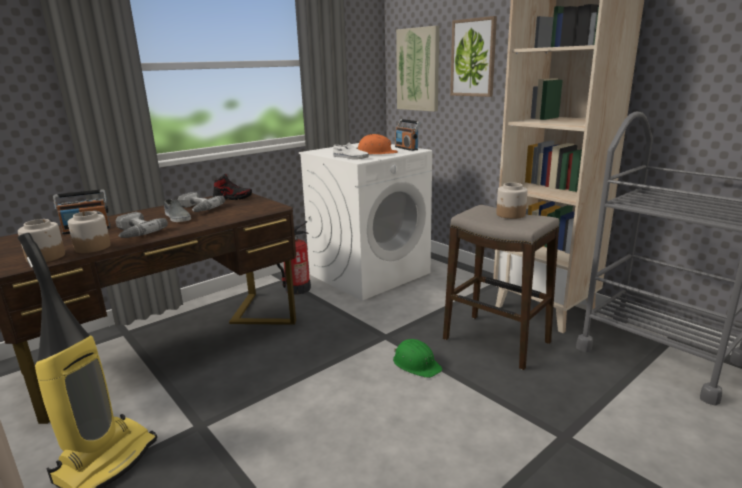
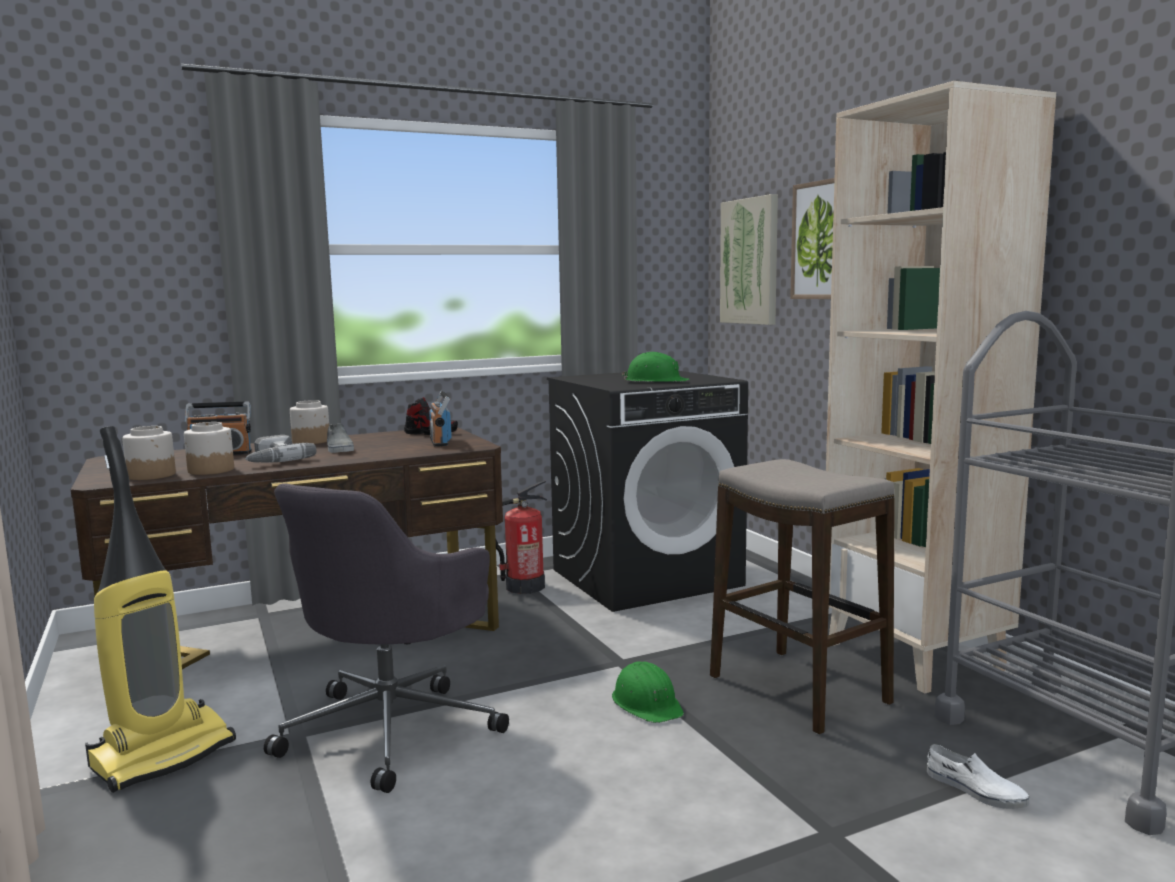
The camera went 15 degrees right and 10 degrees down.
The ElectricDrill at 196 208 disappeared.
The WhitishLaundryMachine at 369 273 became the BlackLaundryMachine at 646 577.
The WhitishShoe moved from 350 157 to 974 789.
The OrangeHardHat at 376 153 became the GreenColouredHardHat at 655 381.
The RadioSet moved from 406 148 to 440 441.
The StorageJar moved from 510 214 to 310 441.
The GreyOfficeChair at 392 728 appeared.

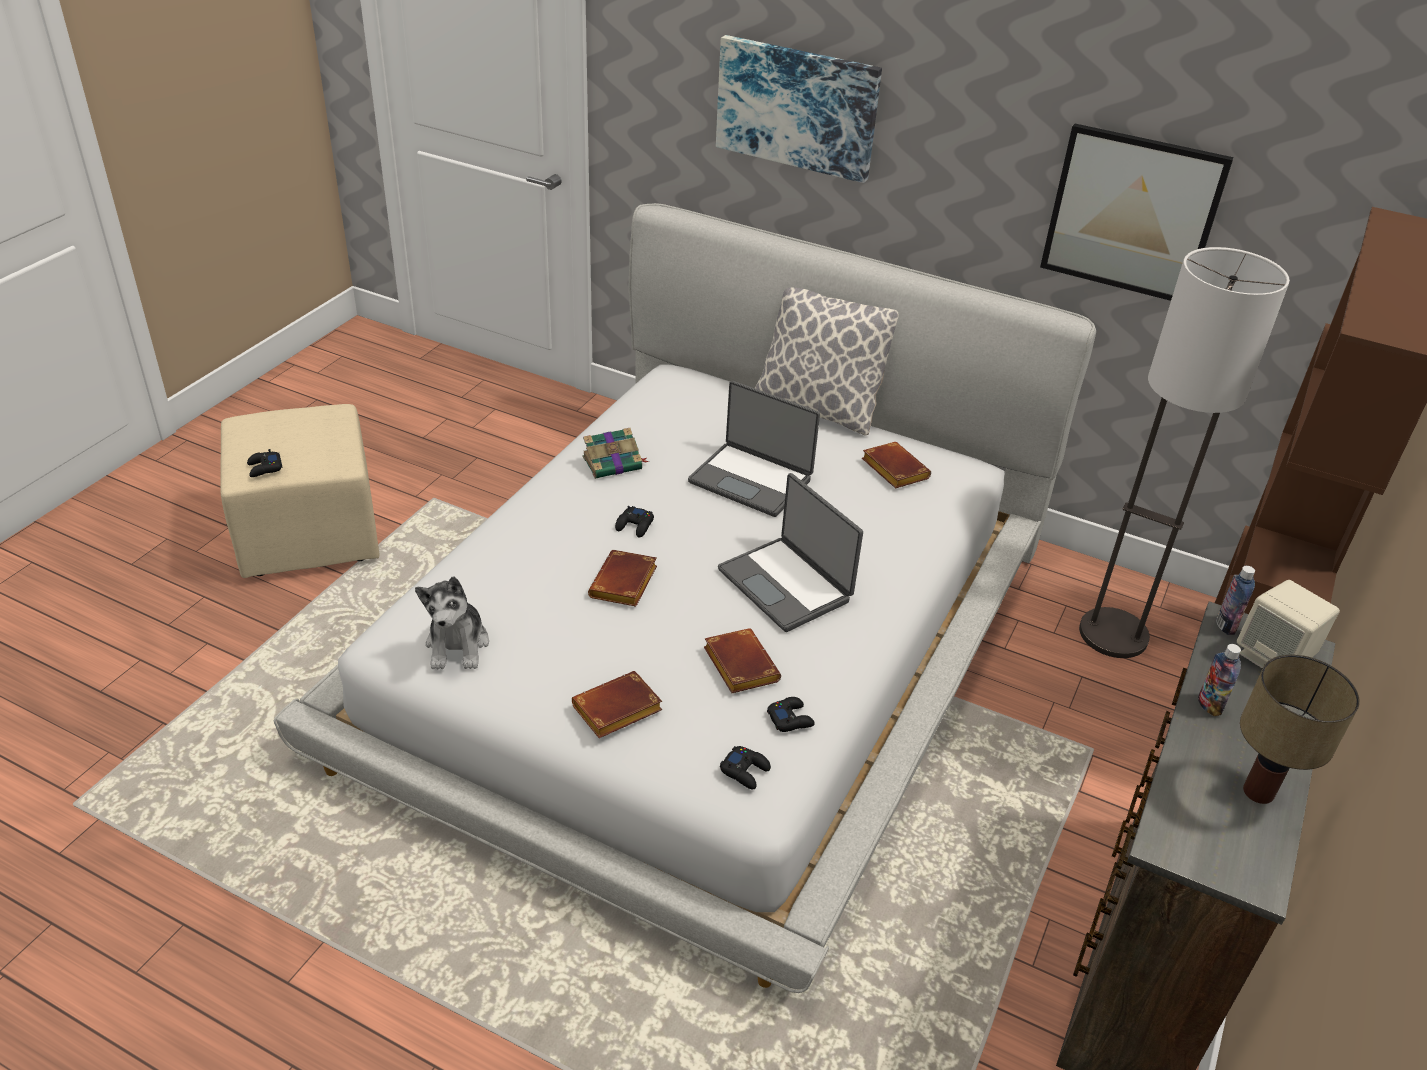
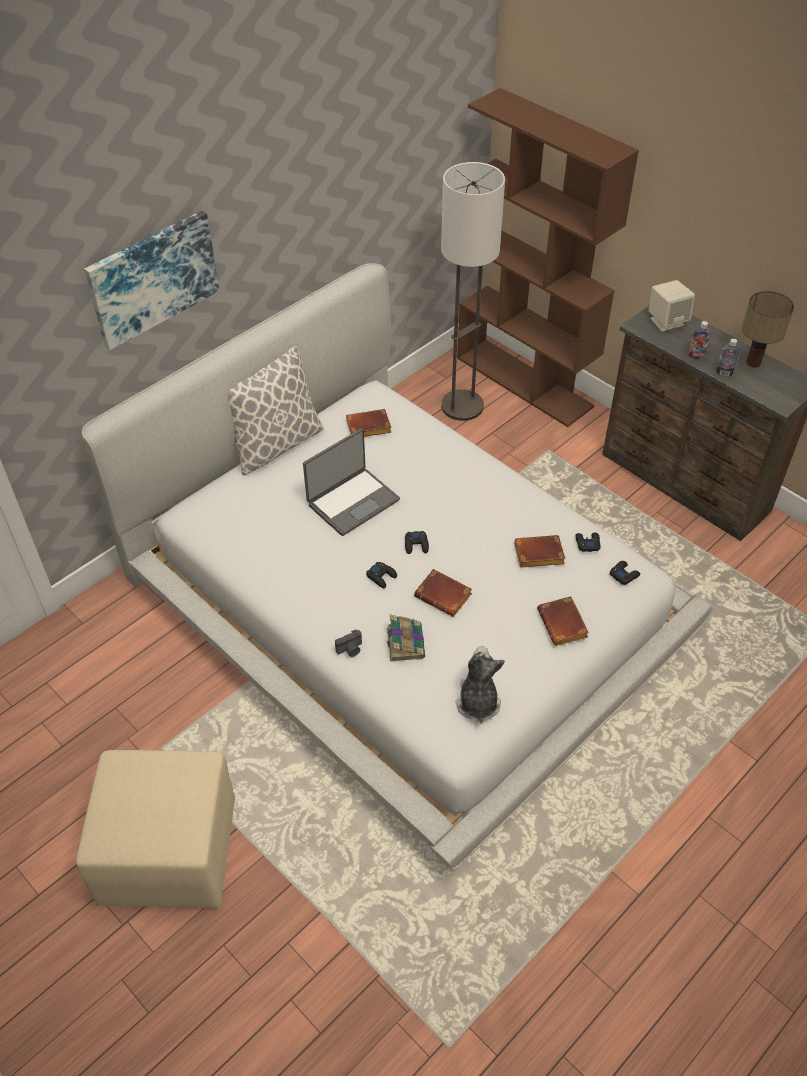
The camera went 70 degrees left and 10 degrees up.
The BlackGamepad moved from 264 468 to 416 545.
The CuddlyToy at 458 645 turned 105 degrees counterclockwise.
The BoundBook moved from 614 463 to 405 642.
The PortableComputer at 786 584 disappeared.
The Picture at 1132 213 disappeared.
The BeverageBottle moved from 1225 625 to 724 373.
The StillCamera at 350 650 appeared.

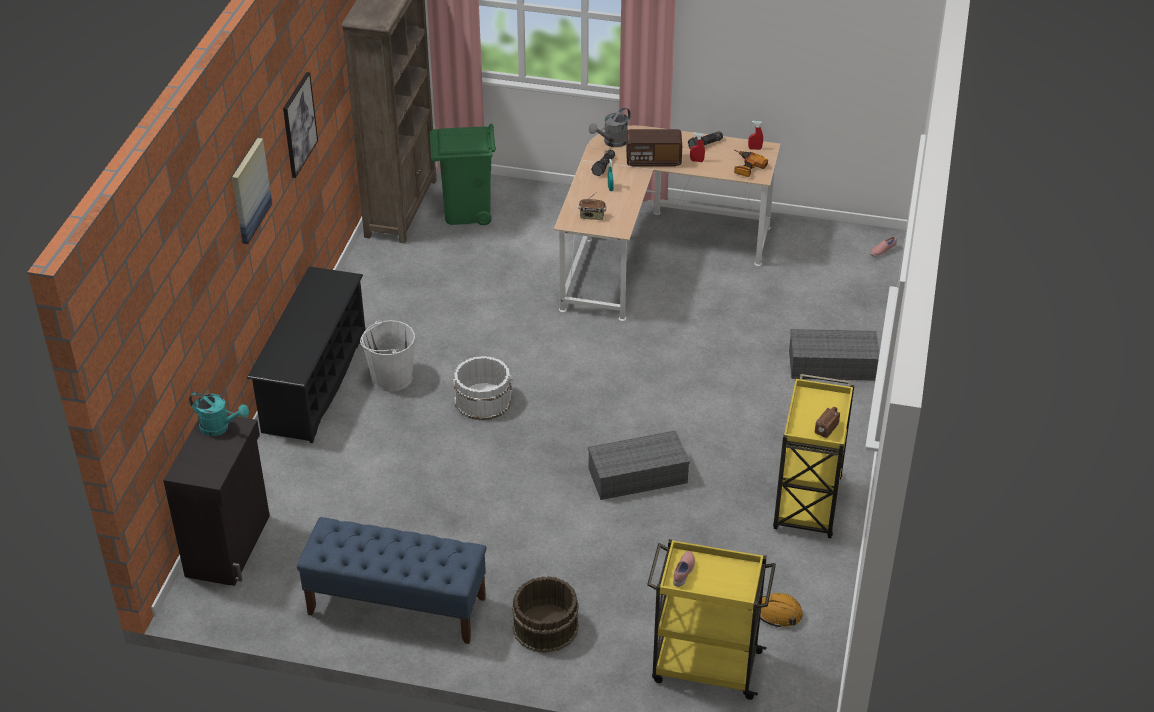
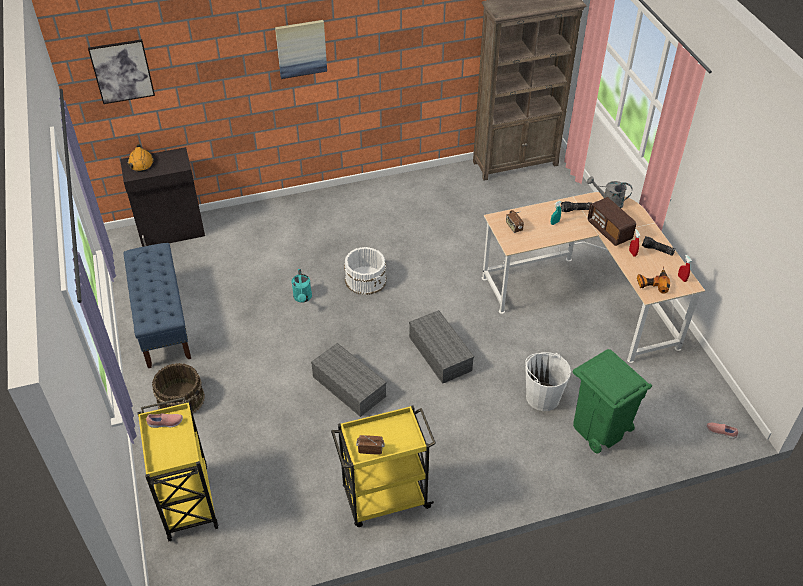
The camera went 60 degrees right and 5 degrees up.
The BlueGreenWateringPot moved from 220 427 to 303 298.
The BlackShoeStand at 314 383 disappeared.
The Picture moved from 299 124 to 122 71.
The WhitishBucket moved from 391 378 to 542 397.
The GreenColouredWasteBin moved from 466 211 to 599 429.
The OrangeHardHat moved from 777 614 to 141 162.
The GreyStorageBin moved from 831 366 to 439 353.

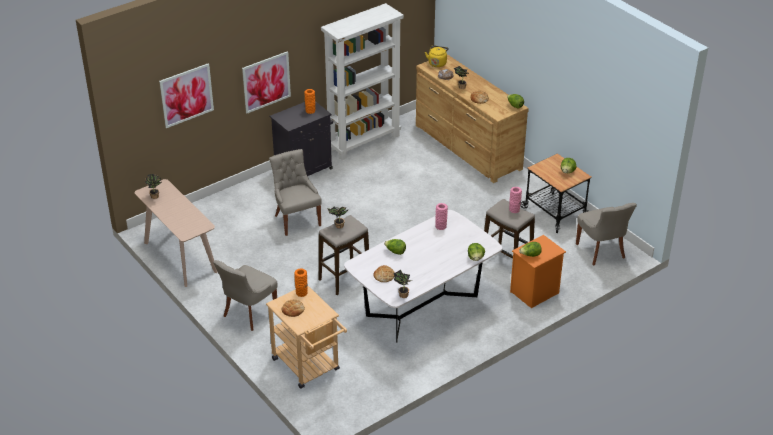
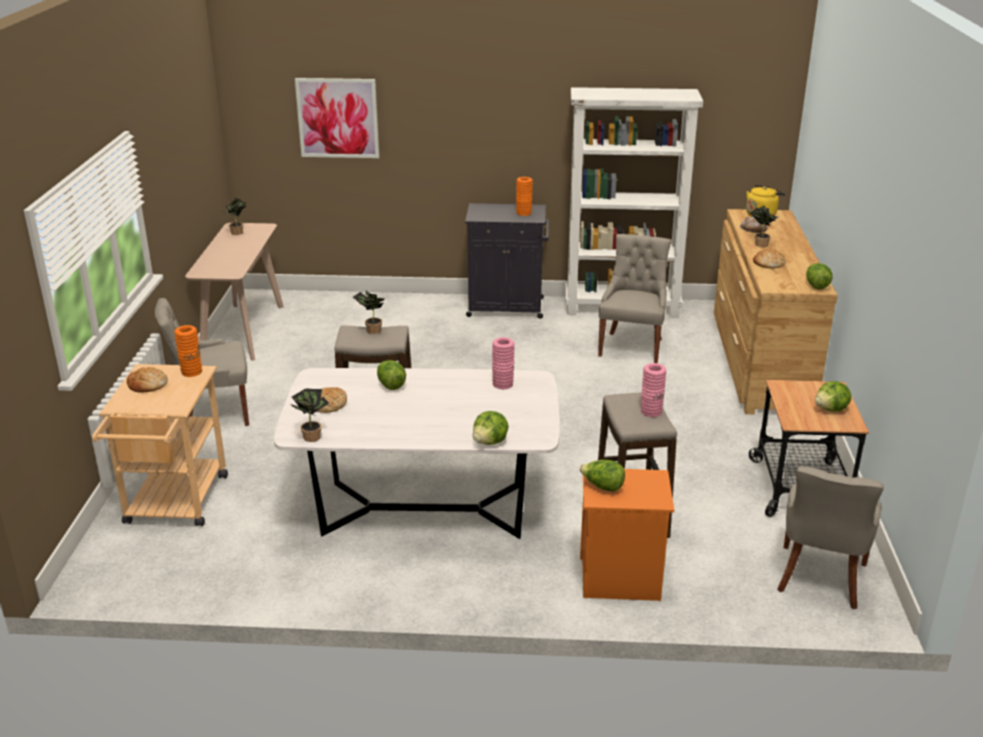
The camera went 40 degrees right and 10 degrees down.
The Picture at 266 82 disappeared.
The GreyUprightChair moved from 296 220 to 632 347.

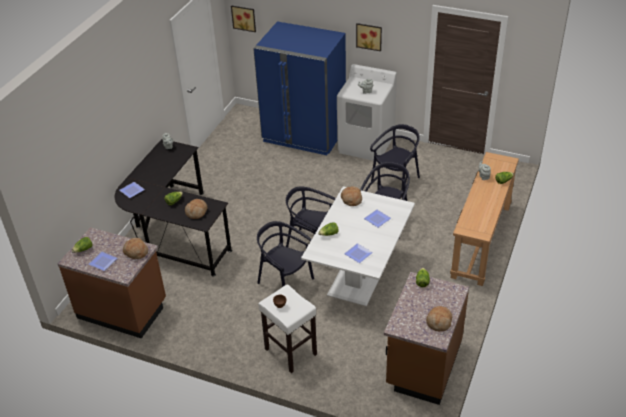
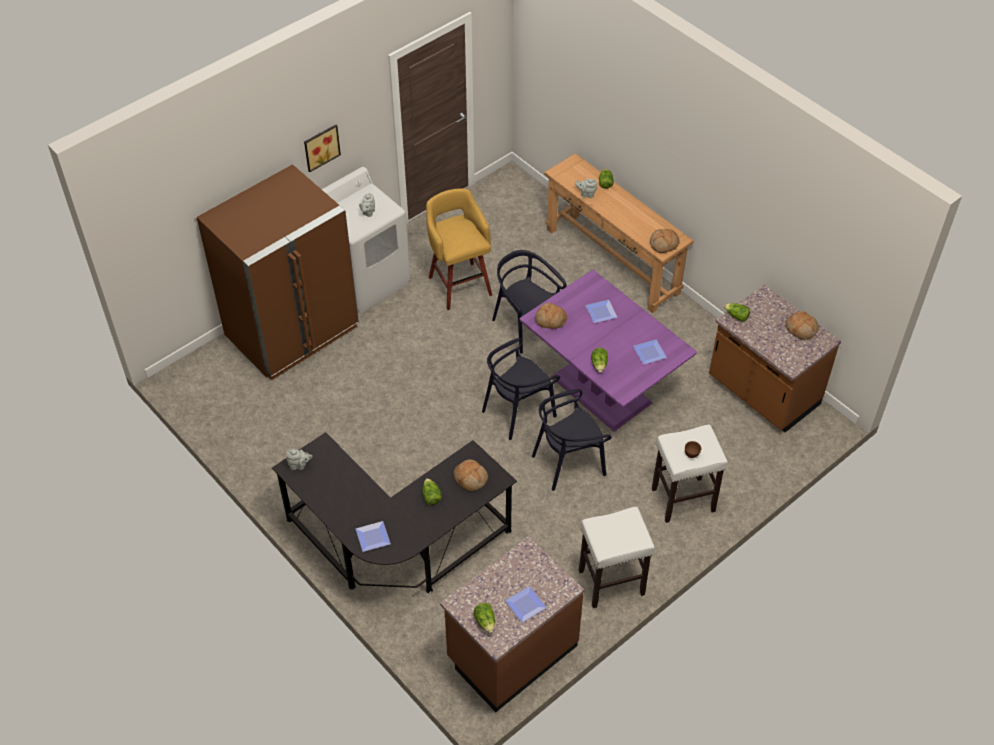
The camera went 65 degrees left and 10 degrees up.
The Bread moved from 136 252 to 664 244.
The Picture at 244 18 disappeared.
The BluishKitchenFridge at 304 135 became the BrownKitchenFridge at 292 332.
The WhitishKitchenTable at 359 276 became the PurpleColouredKitchenTable at 602 389.
The BlackUprightChair at 396 181 was replaced by the YellowColouredSittingStool at 459 284.
The WhitishSittingStool at 612 582 appeared.

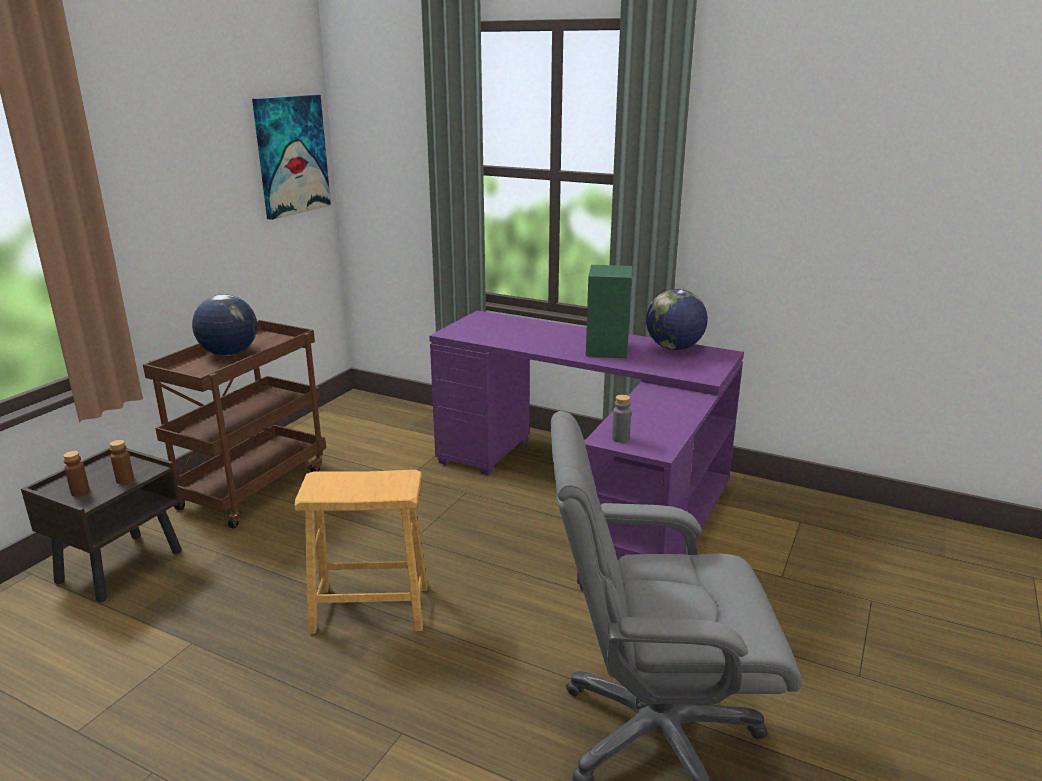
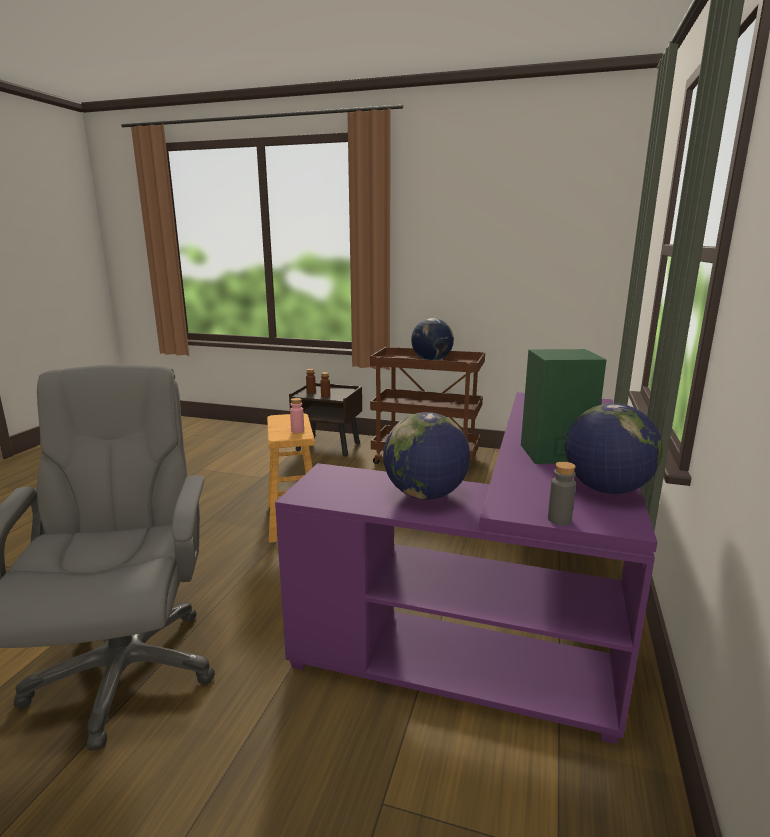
The camera went 80 degrees right and 5 degrees down.
The Picture at 291 155 disappeared.
The GreyBeverageBottle moved from 620 438 to 559 519.
The PinkBeverageBottle at 297 431 appeared.
The DeskGlobe at 425 495 appeared.

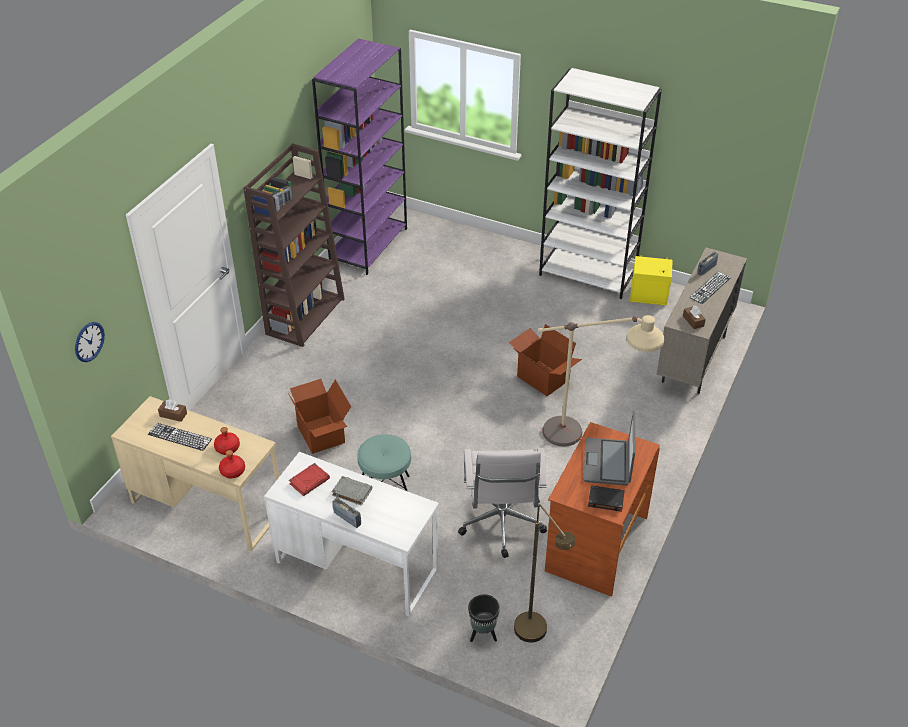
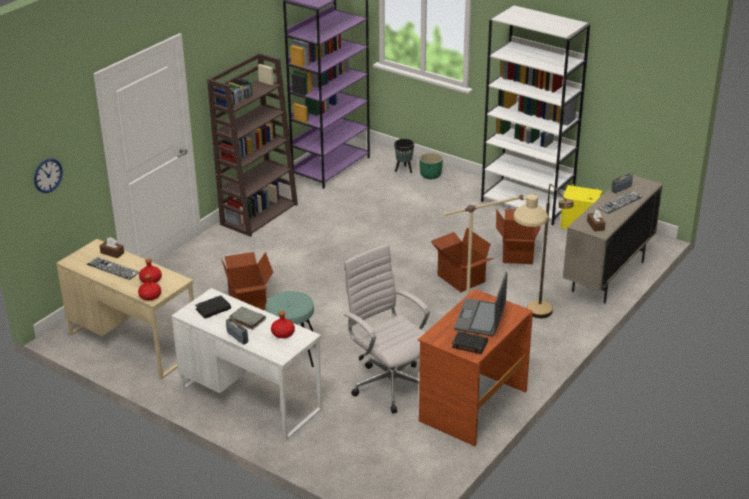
The camera went 10 degrees right and 10 degrees down.
The ReddishBoundBook at 309 481 became the BlackBoundBook at 213 309.
The WhitishOfficeChair at 501 526 turned 135 degrees clockwise.
The BlackFlowerPot moved from 483 635 to 404 170.
The BrownFloorLamp moved from 536 635 to 543 314.
The ReddishBeverageBottle at 282 333 appeared.
The GreenColouredFlowerPot at 431 175 appeared.
The Carton at 516 253 appeared.

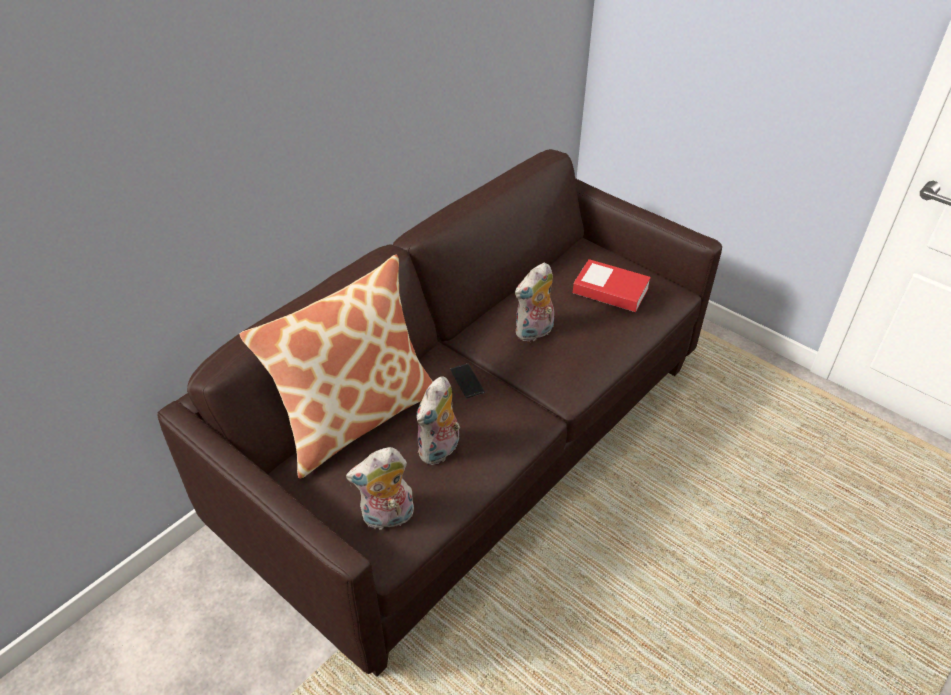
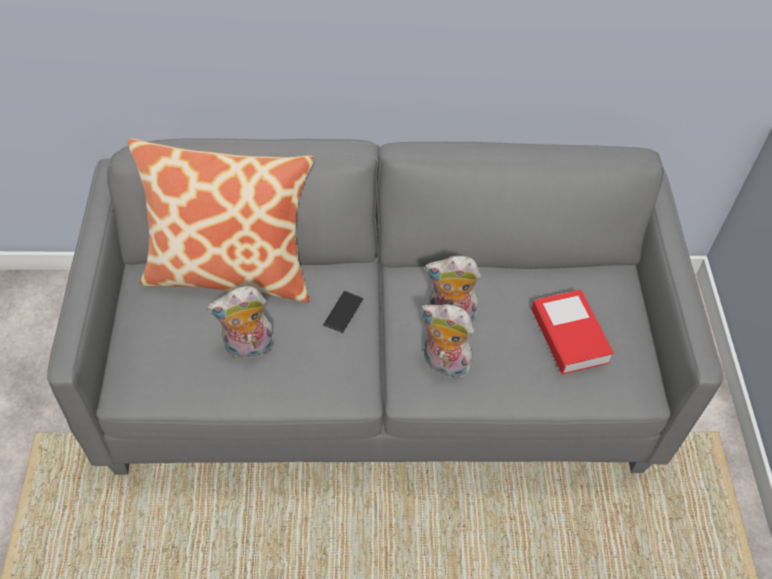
The camera went 45 degrees right and 10 degrees up.
The BrownSofa at 473 444 became the GreySofa at 381 374.
The CuddlyToy moved from 387 518 to 443 364.

